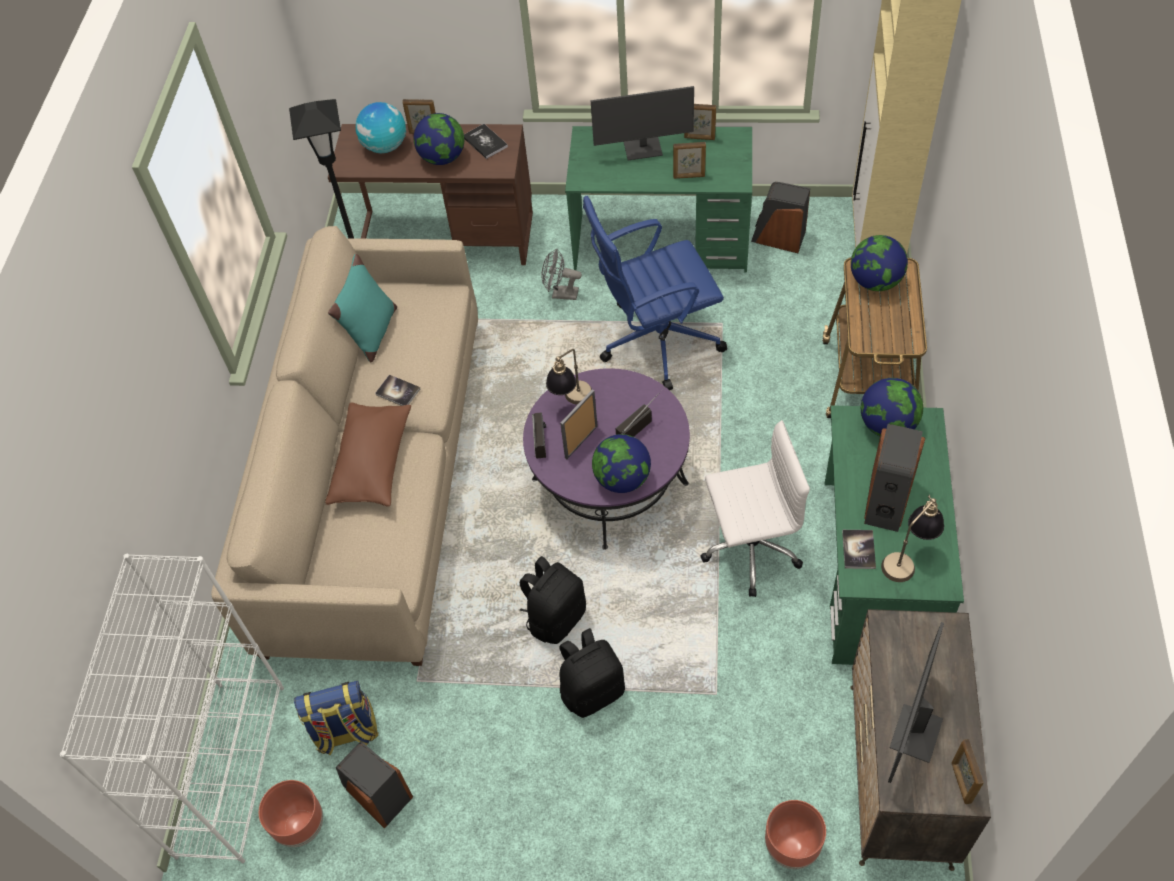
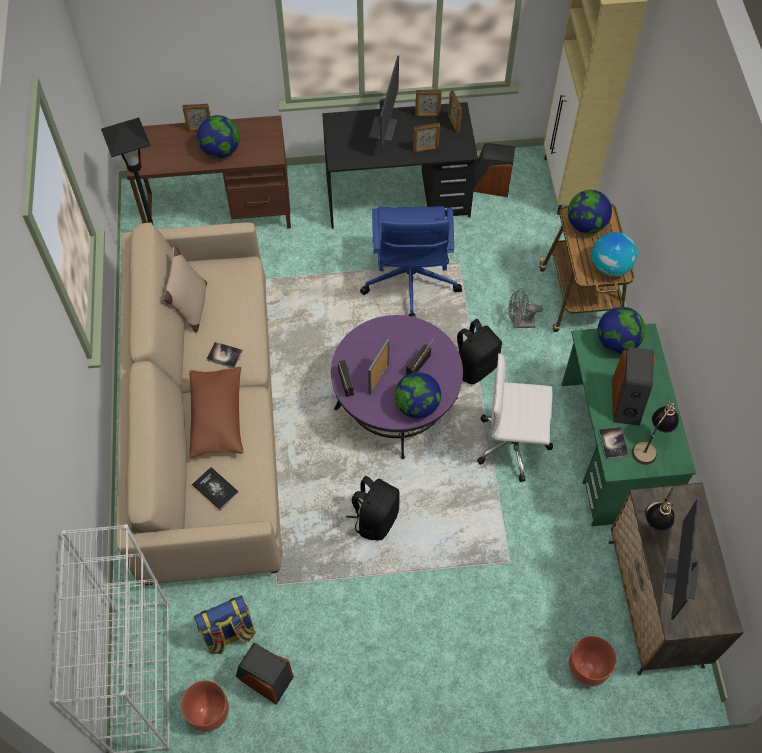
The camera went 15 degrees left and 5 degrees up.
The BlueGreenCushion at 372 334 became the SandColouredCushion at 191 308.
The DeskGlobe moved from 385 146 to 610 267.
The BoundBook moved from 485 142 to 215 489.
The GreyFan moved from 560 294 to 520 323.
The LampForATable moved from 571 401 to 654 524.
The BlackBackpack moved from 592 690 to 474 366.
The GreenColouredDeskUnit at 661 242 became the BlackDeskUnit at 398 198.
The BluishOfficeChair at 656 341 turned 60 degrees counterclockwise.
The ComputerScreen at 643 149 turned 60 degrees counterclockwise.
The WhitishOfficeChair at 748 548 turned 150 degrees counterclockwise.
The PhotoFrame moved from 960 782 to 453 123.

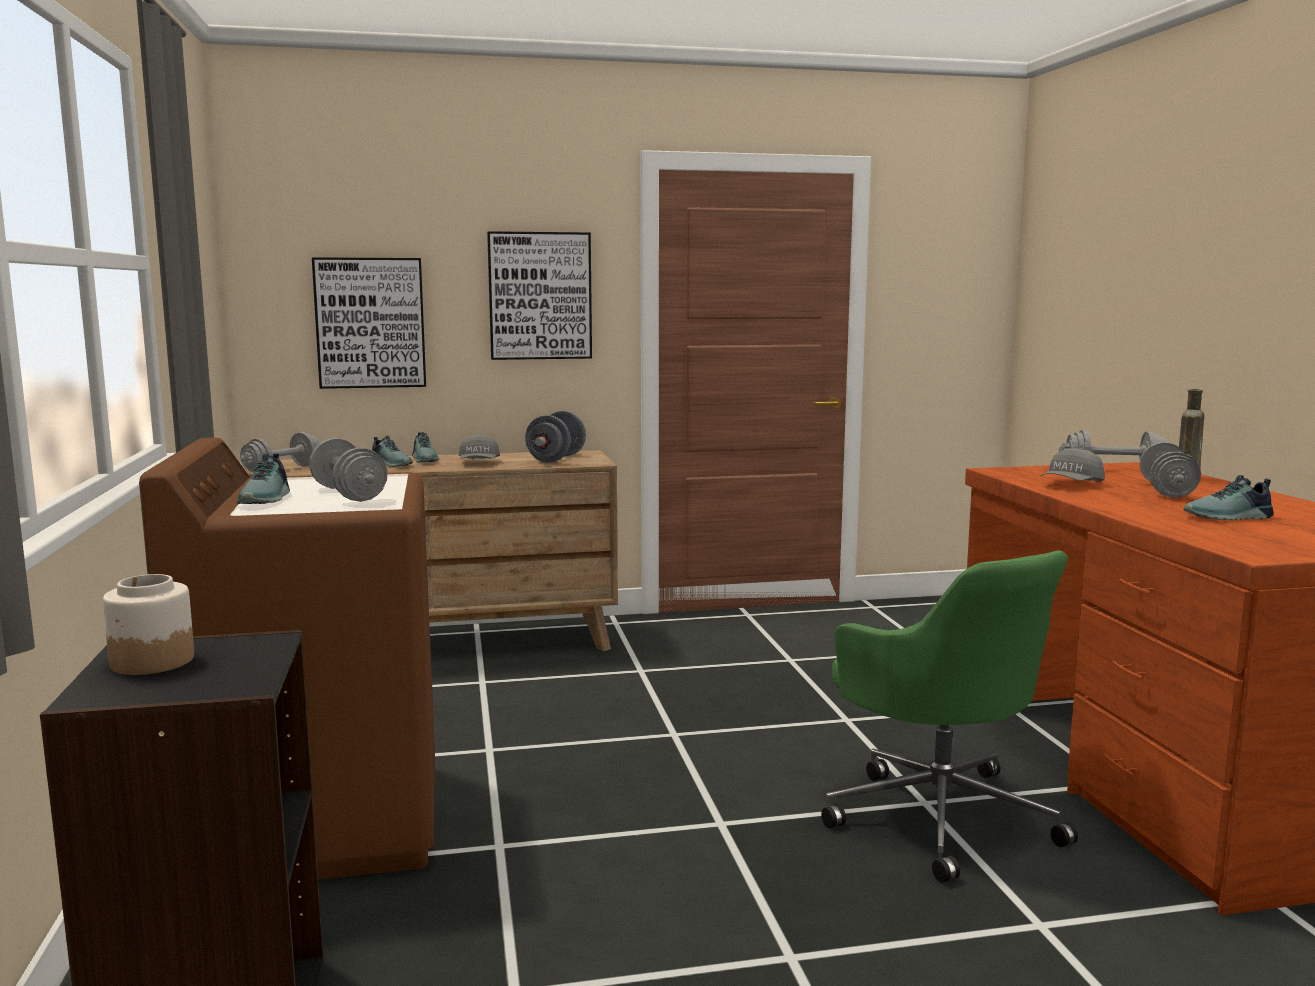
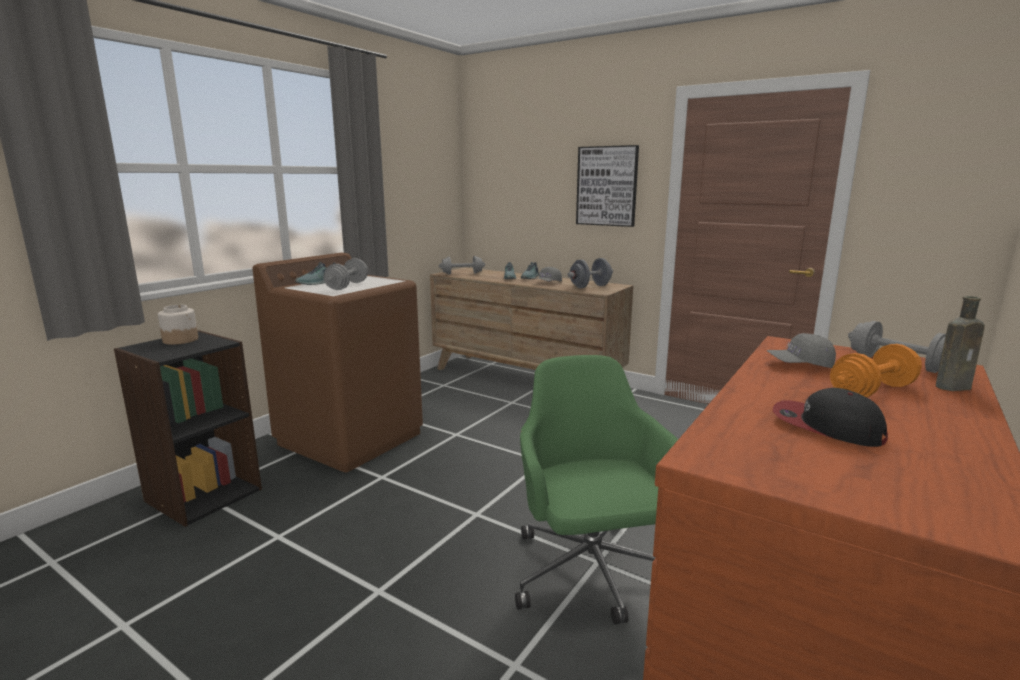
The camera went 45 degrees right and 5 degrees up.
The Picture at 370 323 disappeared.
The GreenColouredOfficeChair at 939 815 turned 150 degrees clockwise.
The GreyDumbbell at 1167 490 became the OrangeDumbbell at 872 391.
The Shoe at 1230 518 was replaced by the BaseballCap at 826 427.

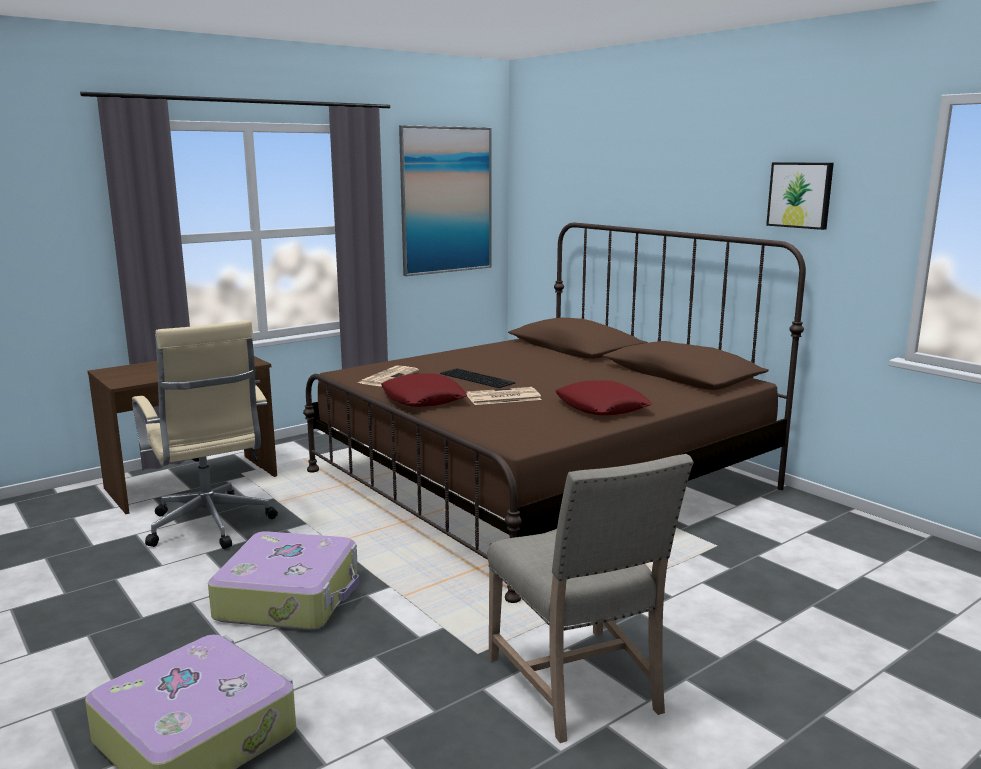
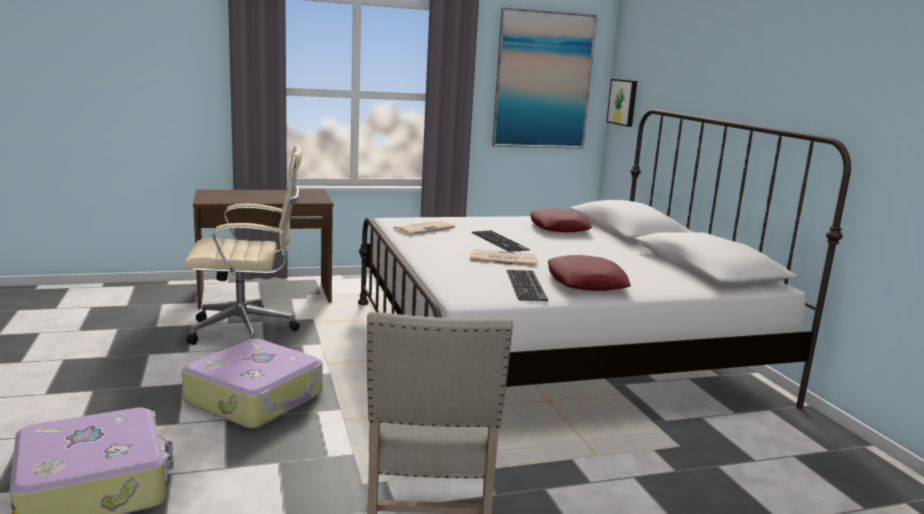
The camera went 20 degrees right and 0 degrees up.
The SandColouredOfficeChair at 211 527 turned 90 degrees counterclockwise.
The BrownBedroomBed at 540 479 became the WhitishBedroomBed at 552 348.
The ReddishCushion moved from 423 399 to 559 227.
The Picture moved from 800 195 to 623 102.
The PcKeyboard at 528 285 appeared.

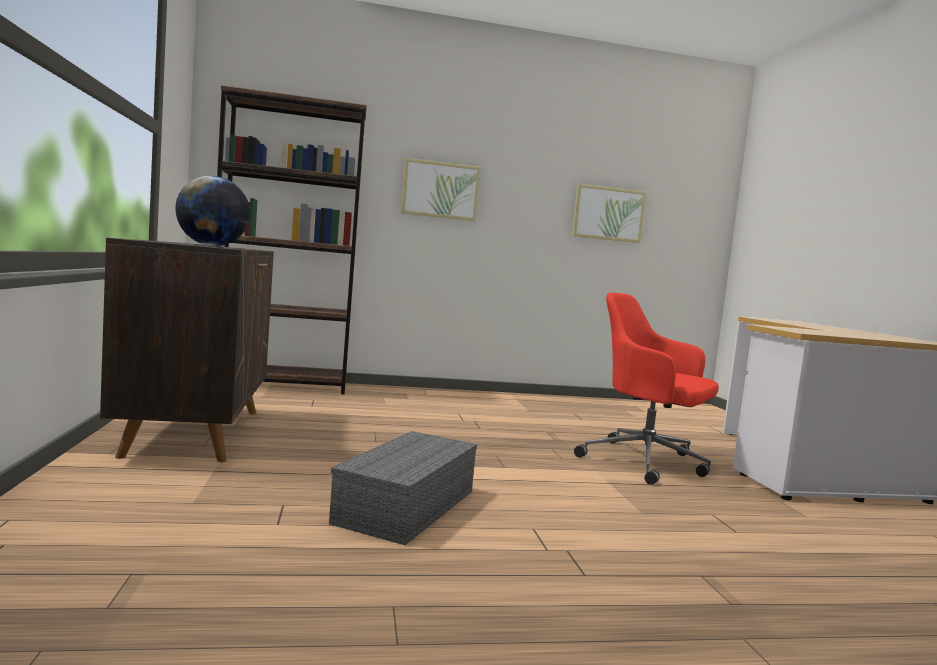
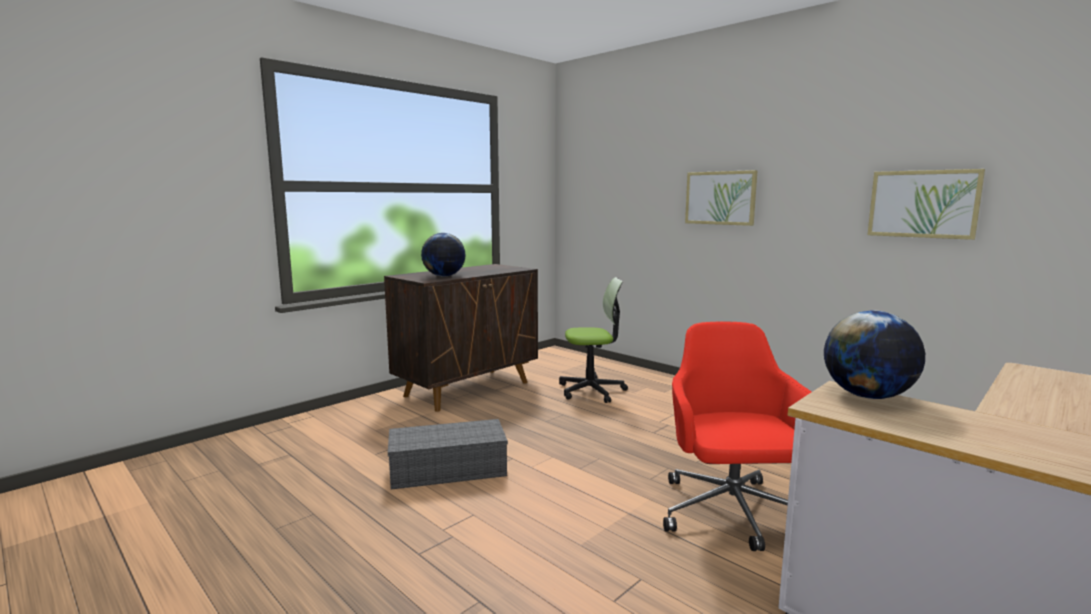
The camera went 55 degrees right and 5 degrees up.
The BrownBookshelf at 280 385 disappeared.
The OfficeChair at 591 391 appeared.
The DeskGlobe at 868 396 appeared.

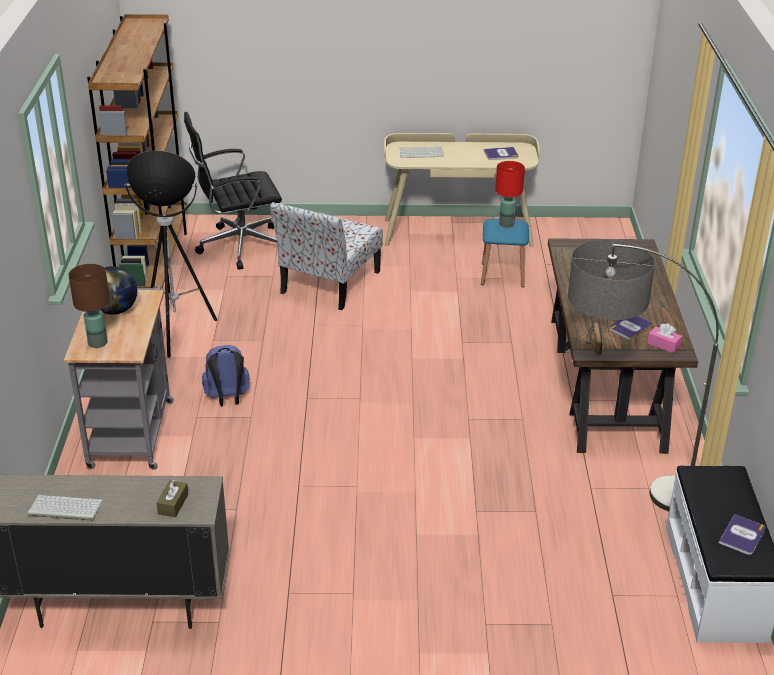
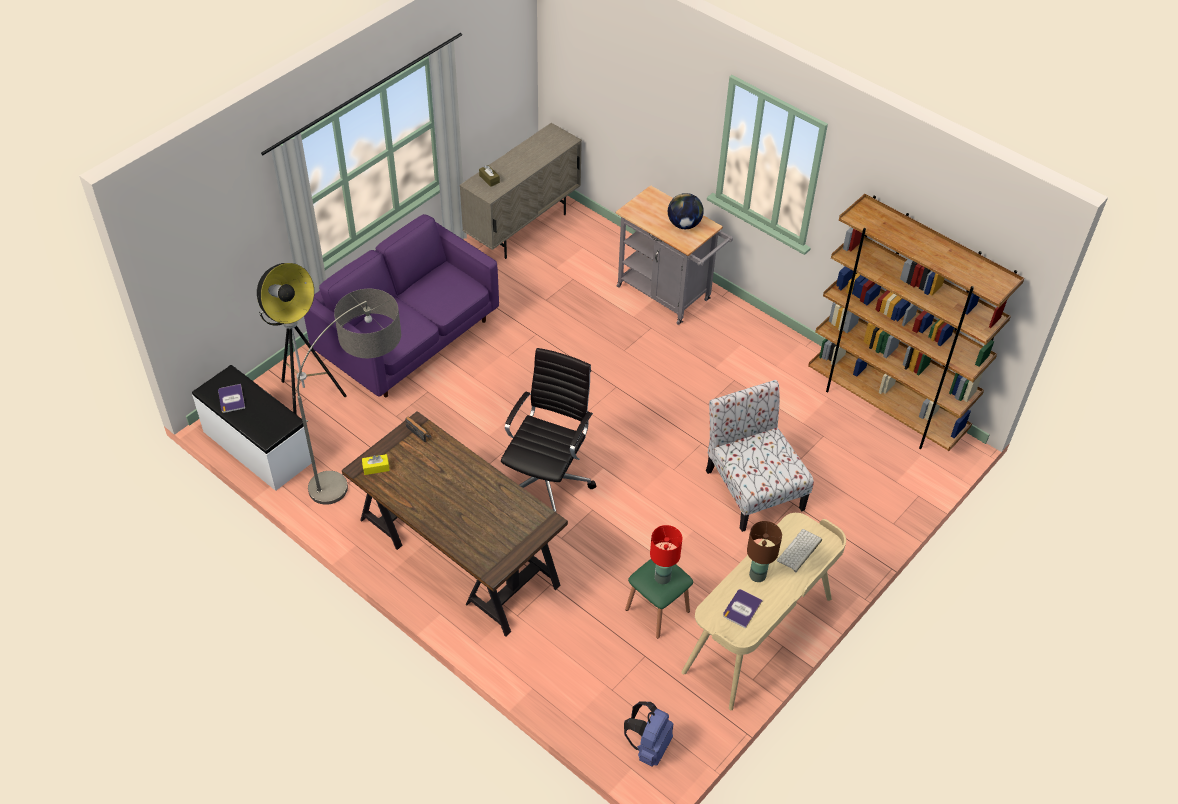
The camera went 130 degrees right and 15 degrees up.
The PcKeyboard at 64 508 disappeared.
The BrownLampForATable moved from 97 343 to 757 575.
The FloorLamp moved from 176 333 to 306 401.
The BlackOfficeChair moved from 239 246 to 547 481.
The BluishBackpack moved from 227 399 to 649 747.
The BluishSittingStool at 502 275 became the GreenColouredSittingStool at 657 610.
The BoundBook at 631 327 disappeared.
The PinkTissueBox at 663 345 became the YellowColouredTissueBox at 376 468.
The PurpleColouredSofa at 409 339 appeared.

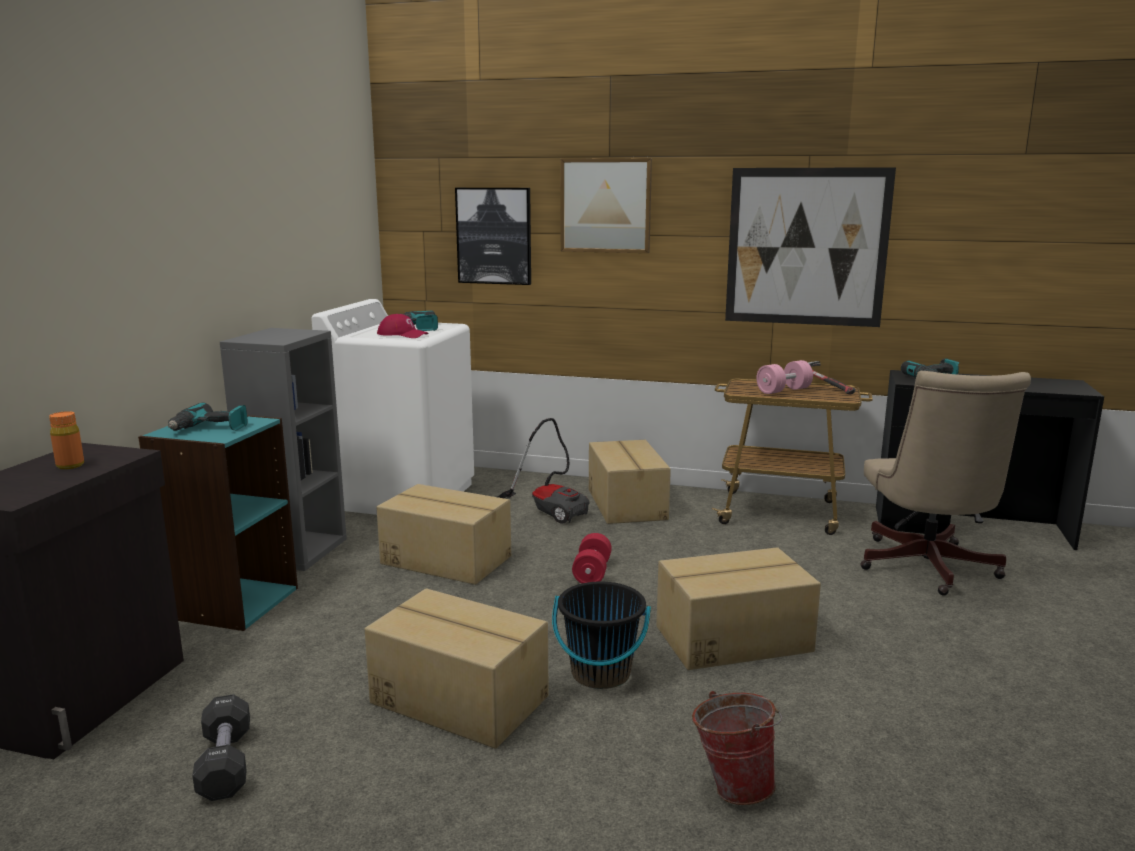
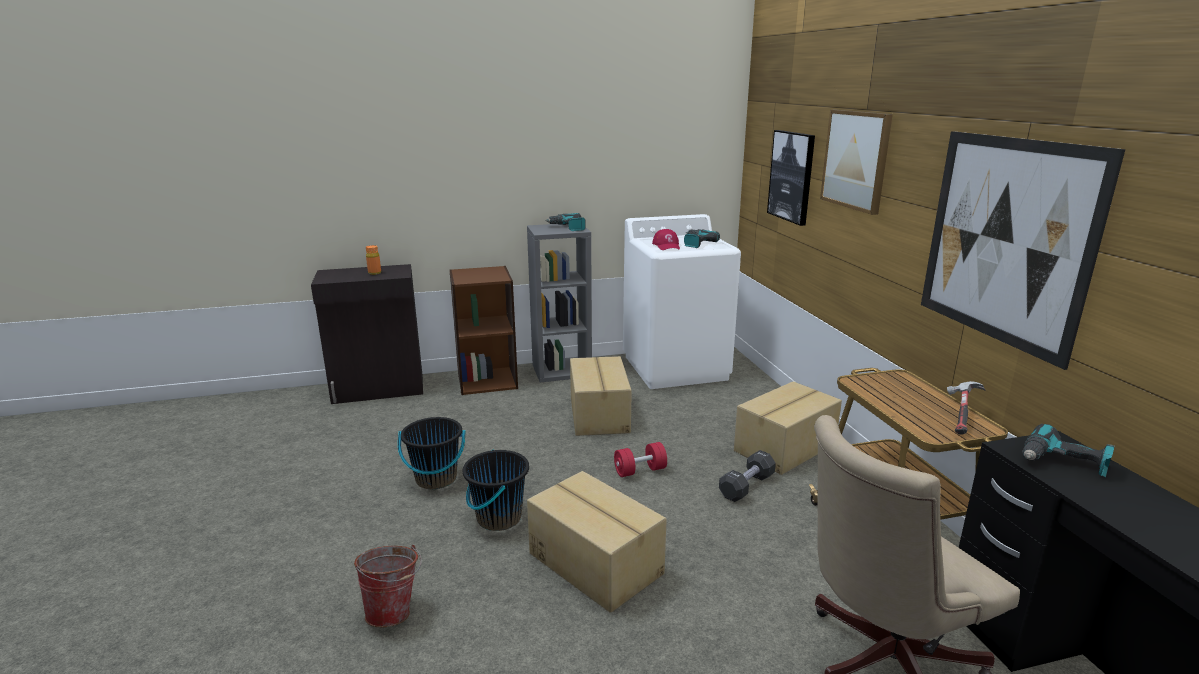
The camera went 60 degrees right and 5 degrees up.
The BlueGreenBookshelf at 232 602 became the BrownBookshelf at 487 380.
The ElectricDrill moved from 210 429 to 568 227.
The BlackDumbbell moved from 225 764 to 746 486.
The Carton at 460 698 was replaced by the BlackBucket at 436 479.
The Vacuum at 548 510 disappeared.
The PinkDumbbell at 783 390 disappeared.

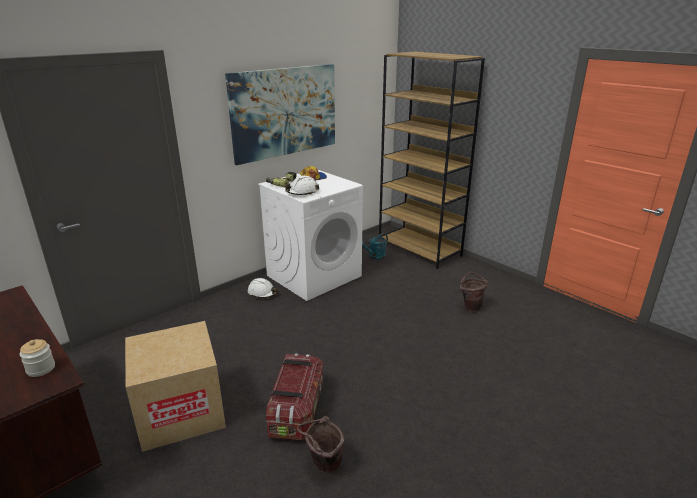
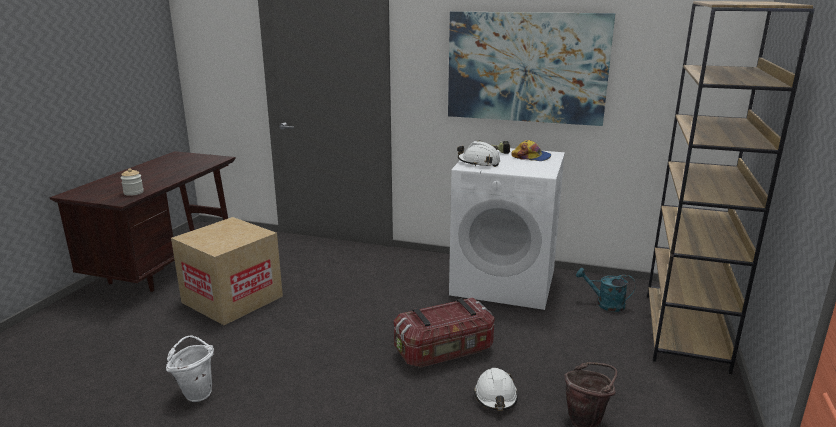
The camera went 60 degrees right and 5 degrees down.
The WhitishHardHat moved from 262 293 to 496 397.
The StorageBin moved from 297 410 to 445 351.
The BrownBucket at 323 466 became the WhitishBucket at 196 392.

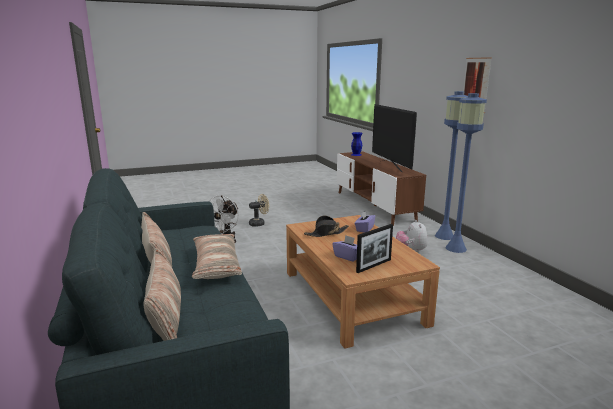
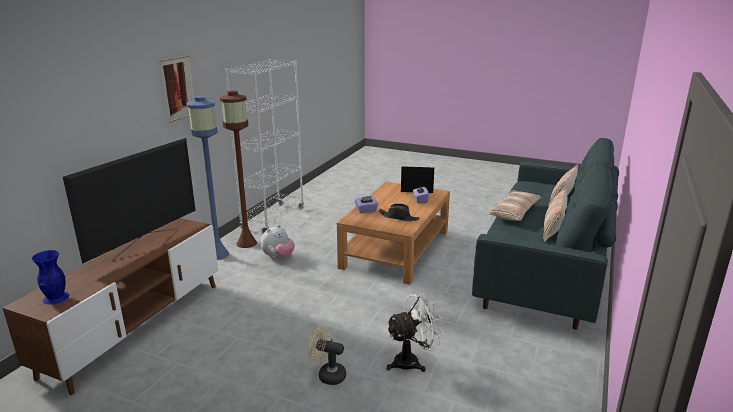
The camera went 135 degrees left and 5 degrees up.
The BluishFloorLamp at 456 248 became the BrownFloorLamp at 247 243.
The WhitishBookshelf at 273 218 appeared.

